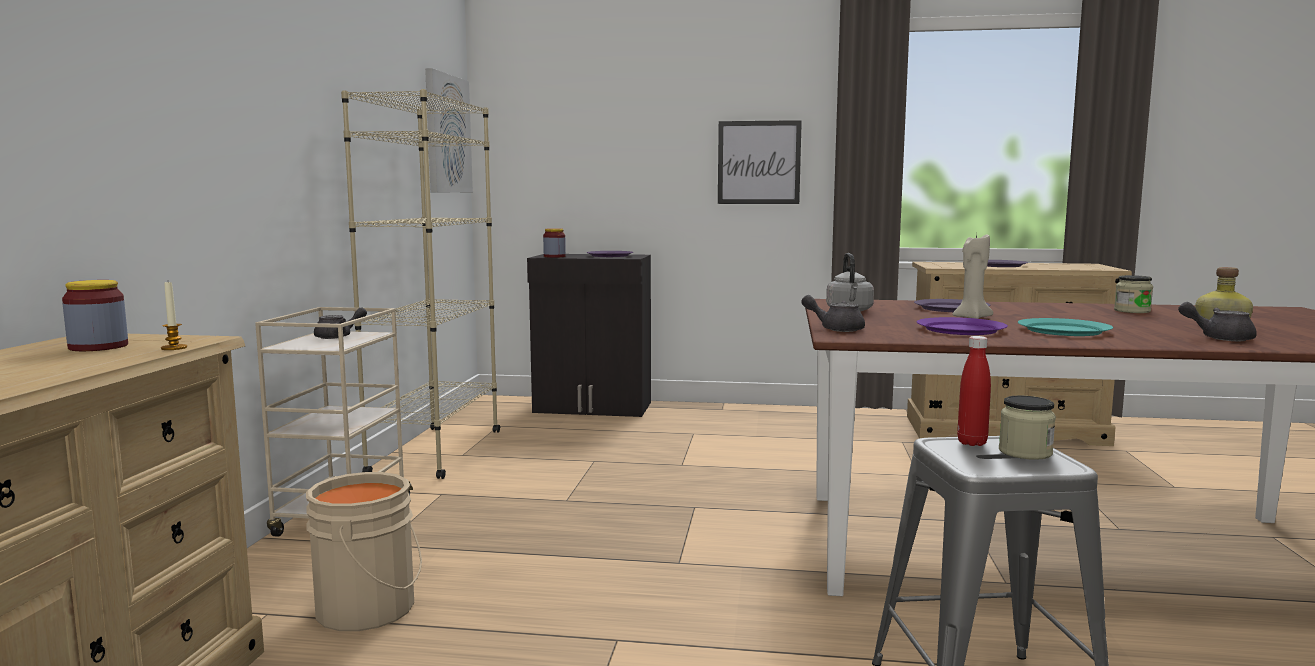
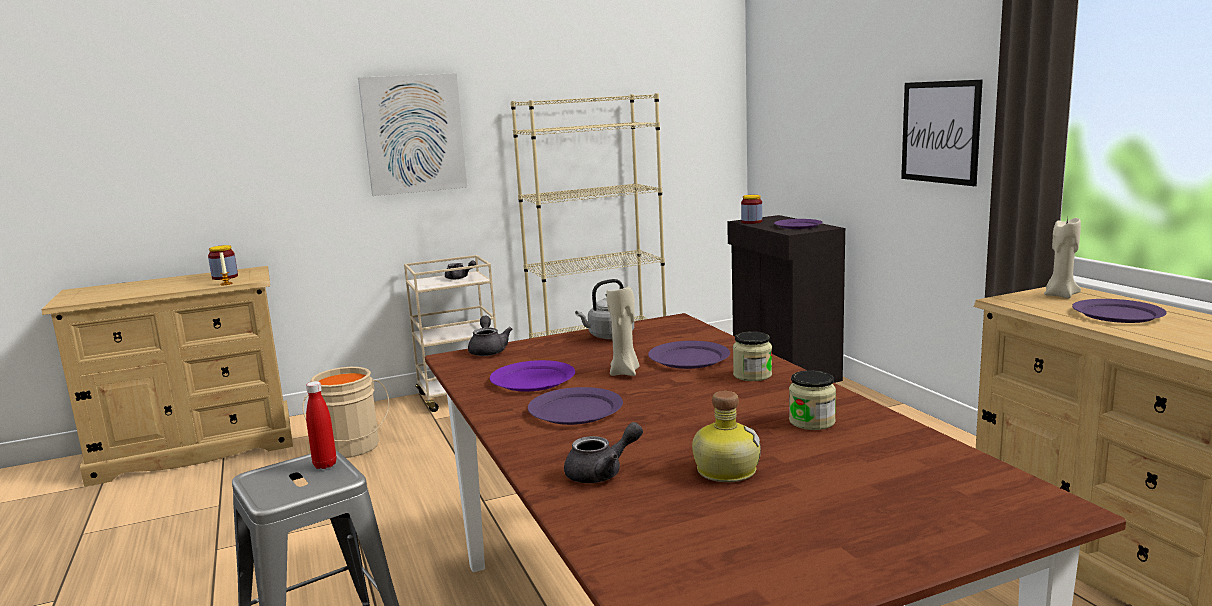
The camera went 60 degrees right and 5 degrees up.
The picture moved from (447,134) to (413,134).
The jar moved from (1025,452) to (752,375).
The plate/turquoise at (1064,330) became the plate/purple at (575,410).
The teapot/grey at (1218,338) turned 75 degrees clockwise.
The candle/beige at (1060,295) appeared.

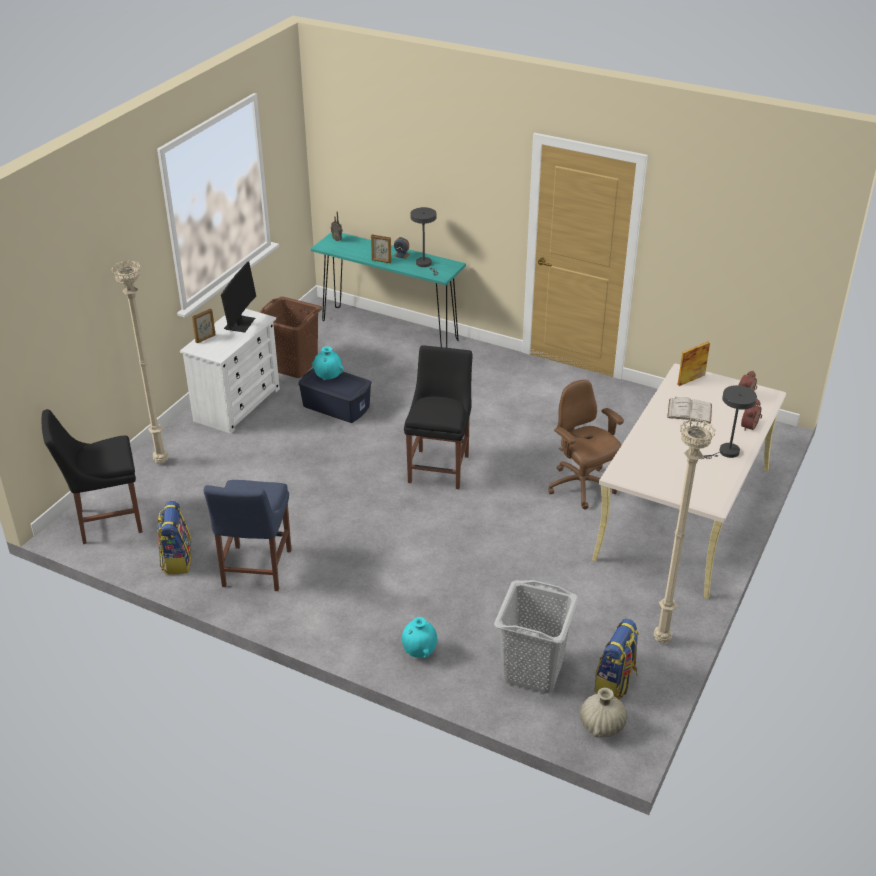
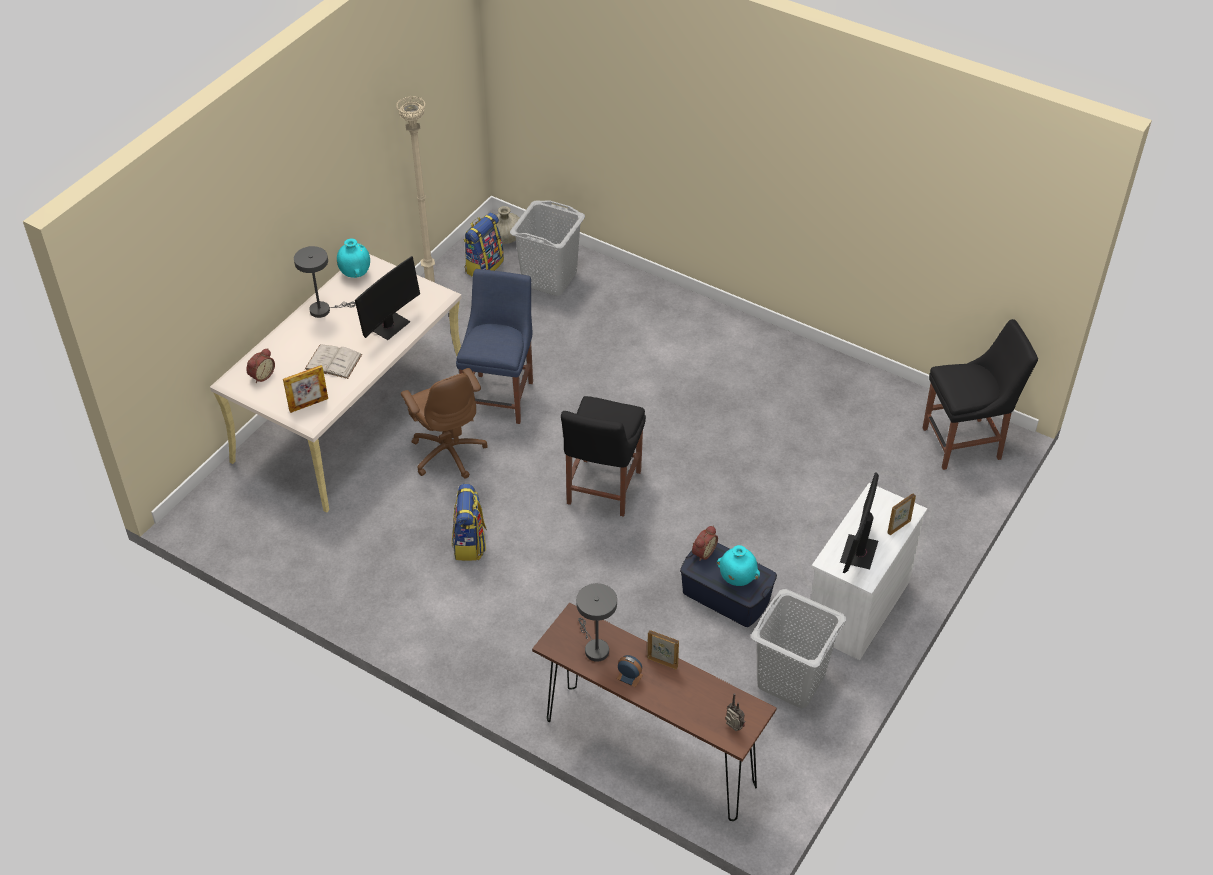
The camera went 175 degrees left and 10 degrees up.
The floor lamp/beige at (161,462) disappeared.
The backpack moved from (176,560) to (470,544).
The chair/blue moved from (255,571) to (500,395).
The laundry basket/brown at (293,365) became the laundry basket/grey at (791,680).
The console table/turquoise at (389,330) became the console table/brown at (649,753).
The vase/turquoise moved from (419,652) to (355,274).
The alarm clock moved from (750,427) to (702,552).
The monitor at (389,326) appeared.

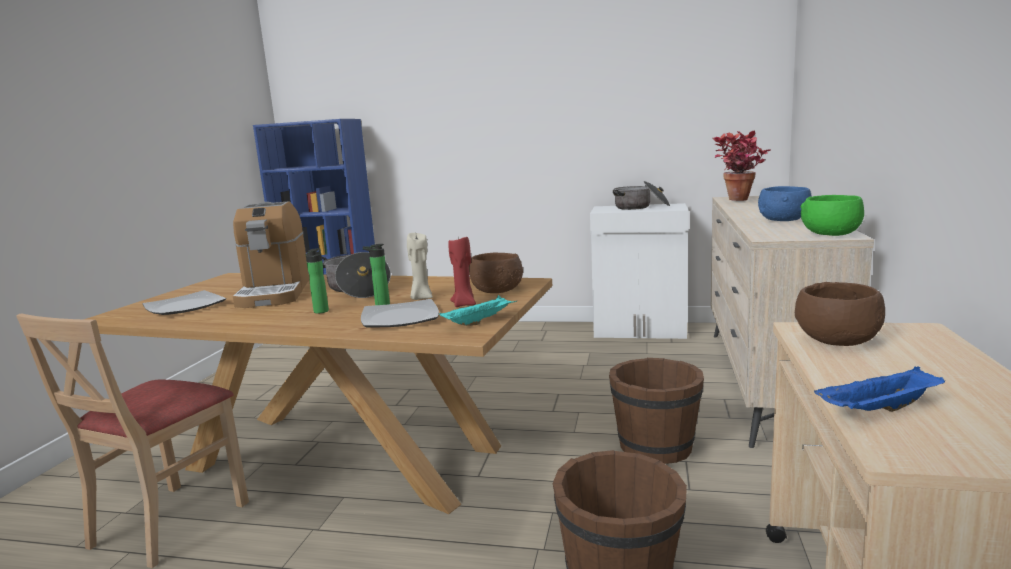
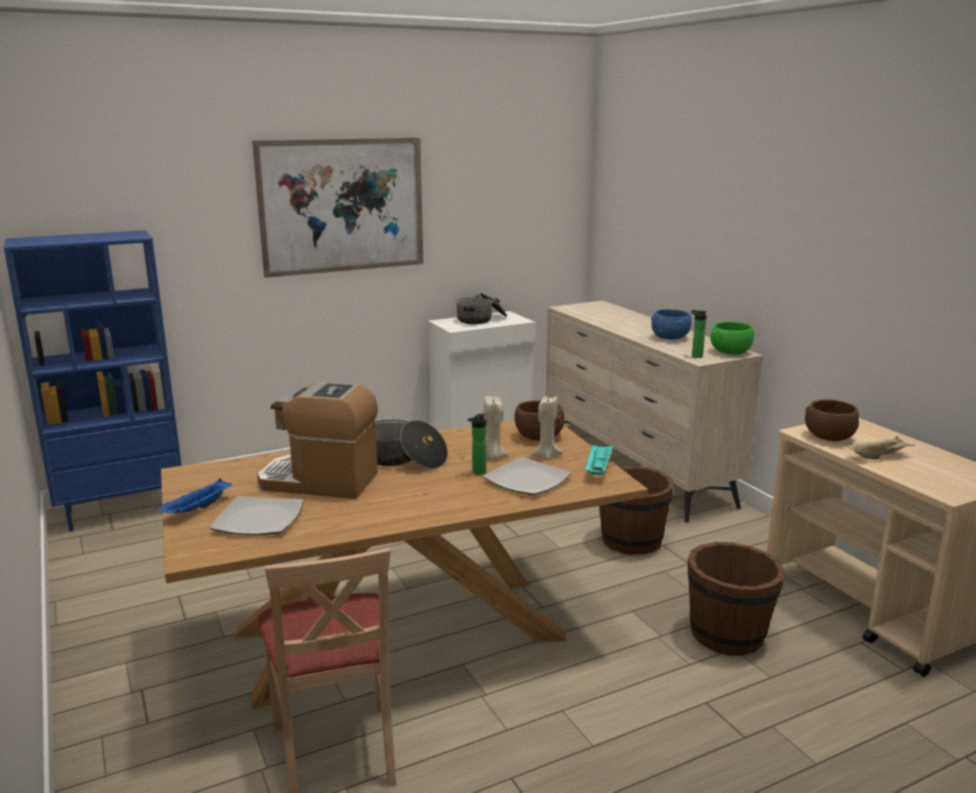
The camera went 40 degrees left and 5 degrees up.
The coffee machine at (274,293) turned 150 degrees clockwise.
The bottle moved from (321,310) to (695,356).
The candle/red at (464,304) became the candle/beige at (546,456).
The potted plant at (738,201) disappeared.
The tray/blue moved from (878,410) to (197,509).
The picture at (342,206) appeared.
The tray/beige at (878,456) appeared.

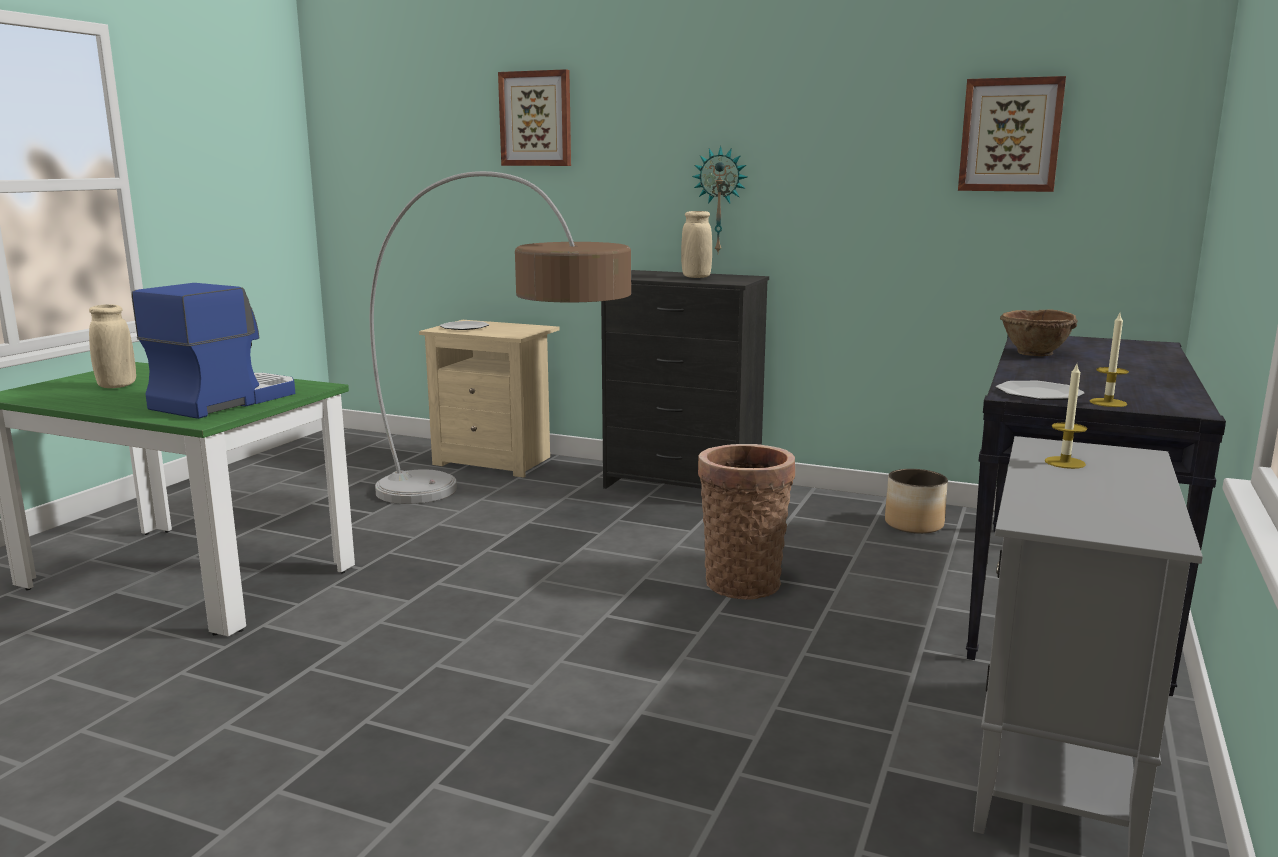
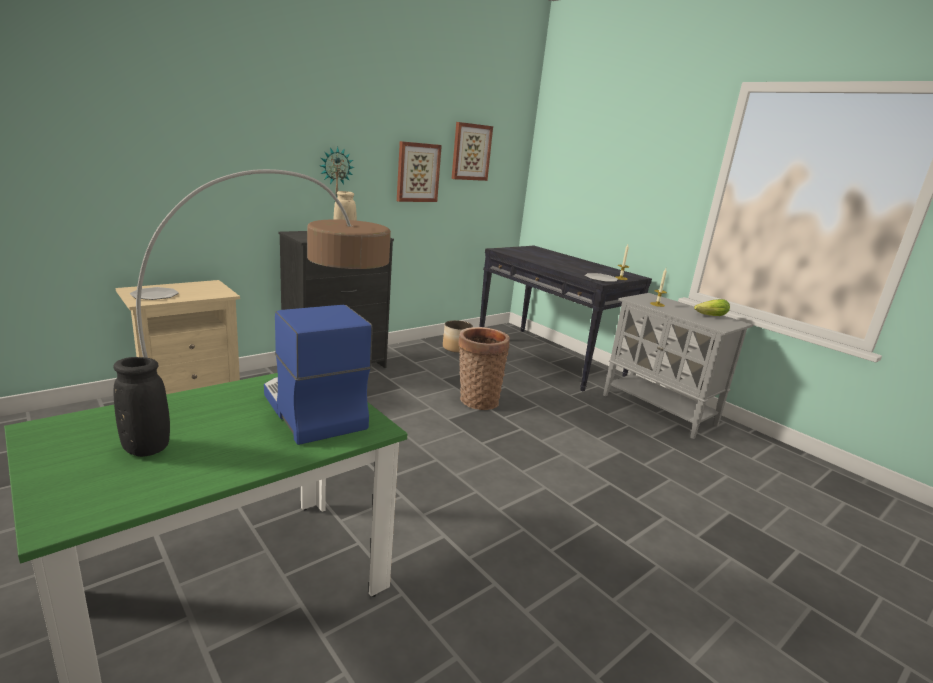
The camera went 65 degrees left and 5 degrees up.
The vase/beige at (117,386) became the vase/black at (146,448).
The picture moved from (536,119) to (417,172).
The bowl/brown at (1035,353) disappeared.
The lettuce at (709,316) appeared.

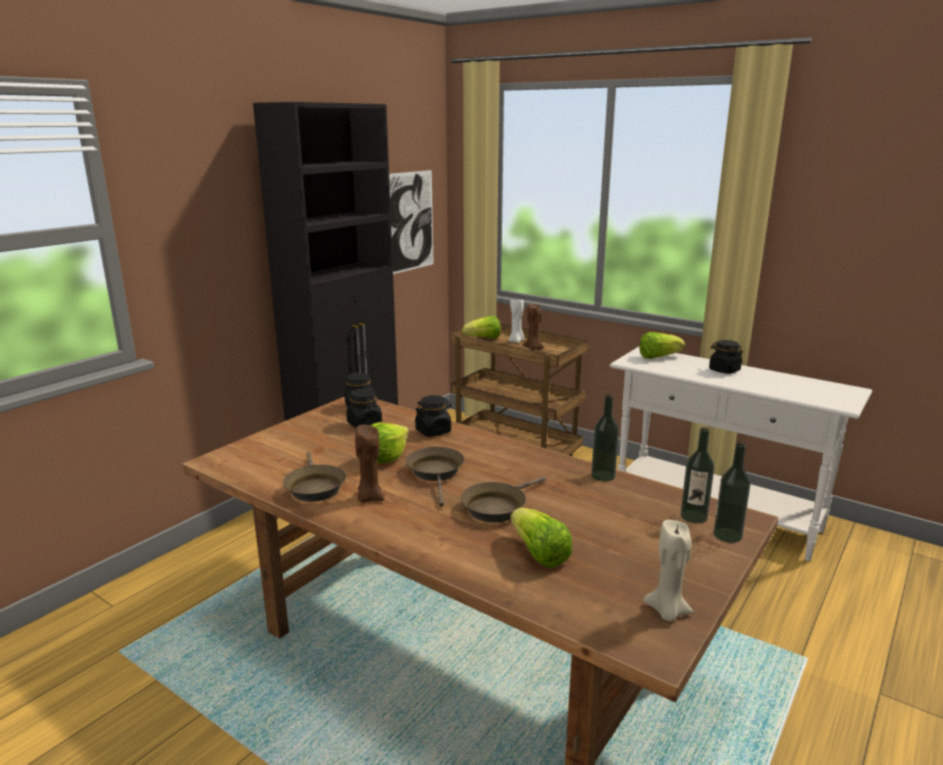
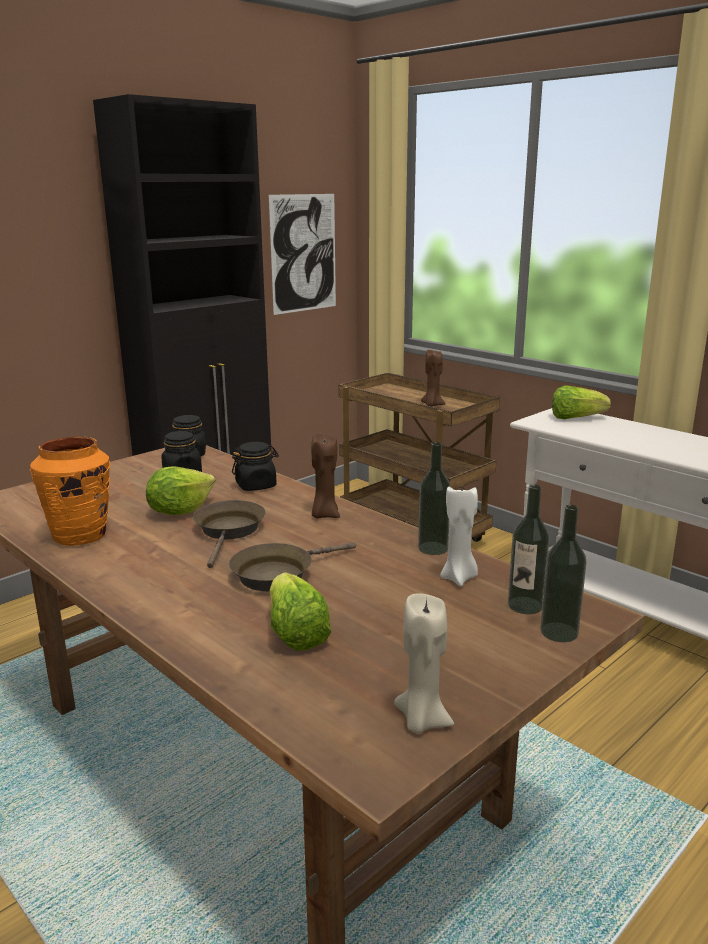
The camera went 10 degrees right and 0 degrees up.
The frying pan/brown at (314,487) was replaced by the vase/orange at (80,536).
The candle/brown moved from (369,498) to (324,515).
The lettuce at (483,339) disappeared.
The candle/white moved from (516,341) to (459,578).
The jar/black at (724,370) disappeared.

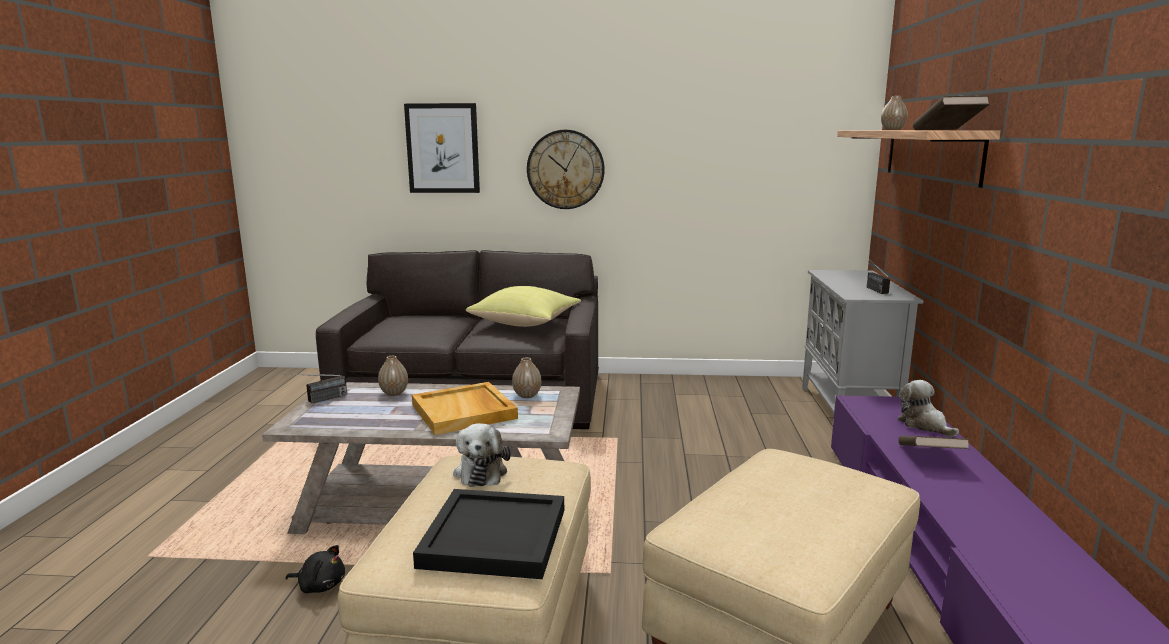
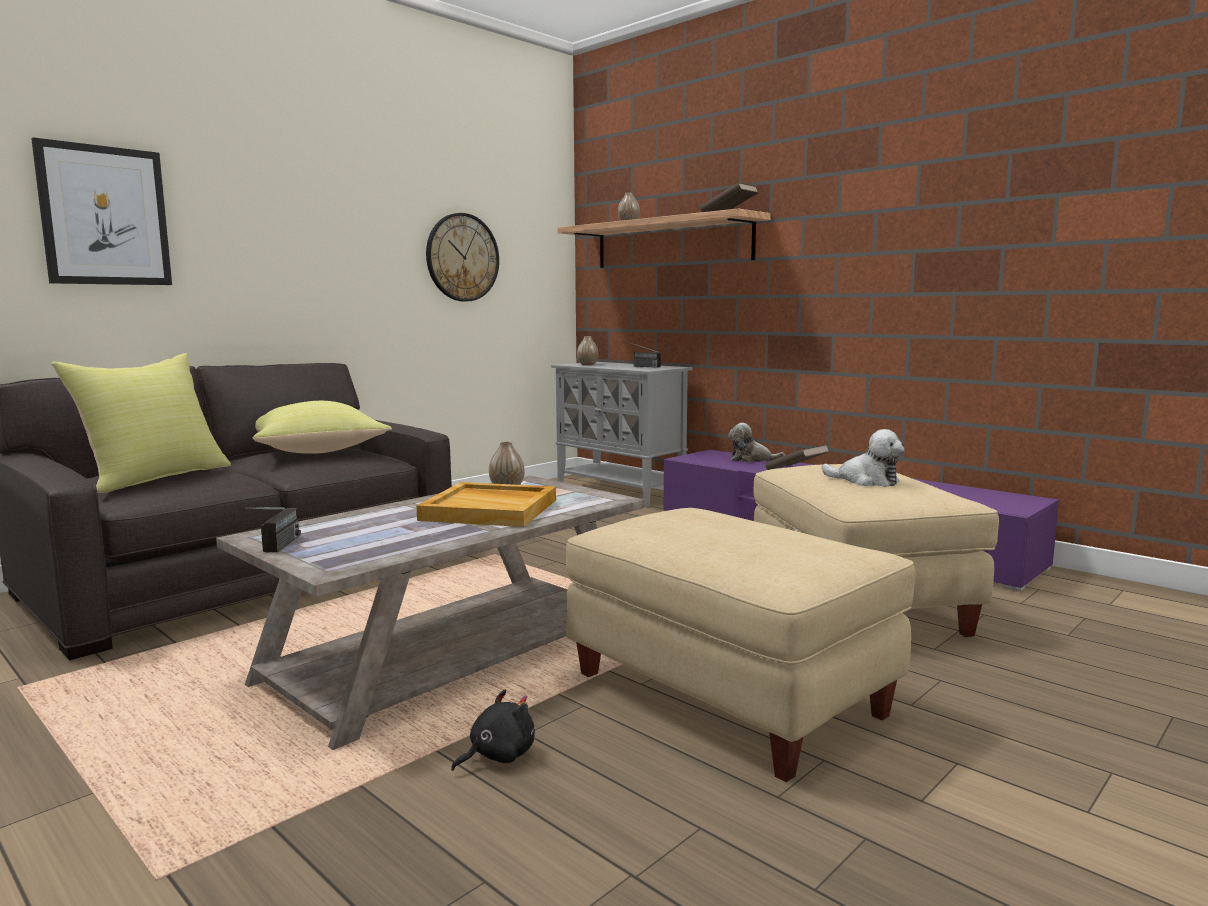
The camera went 50 degrees left and 5 degrees down.
The vase moved from (394,393) to (587,365).
The tray/black at (493,538) disappeared.
The plush toy moved from (481,471) to (866,481).
The wall clock moved from (565,169) to (462,257).
The pillow/yellow at (155,477) appeared.

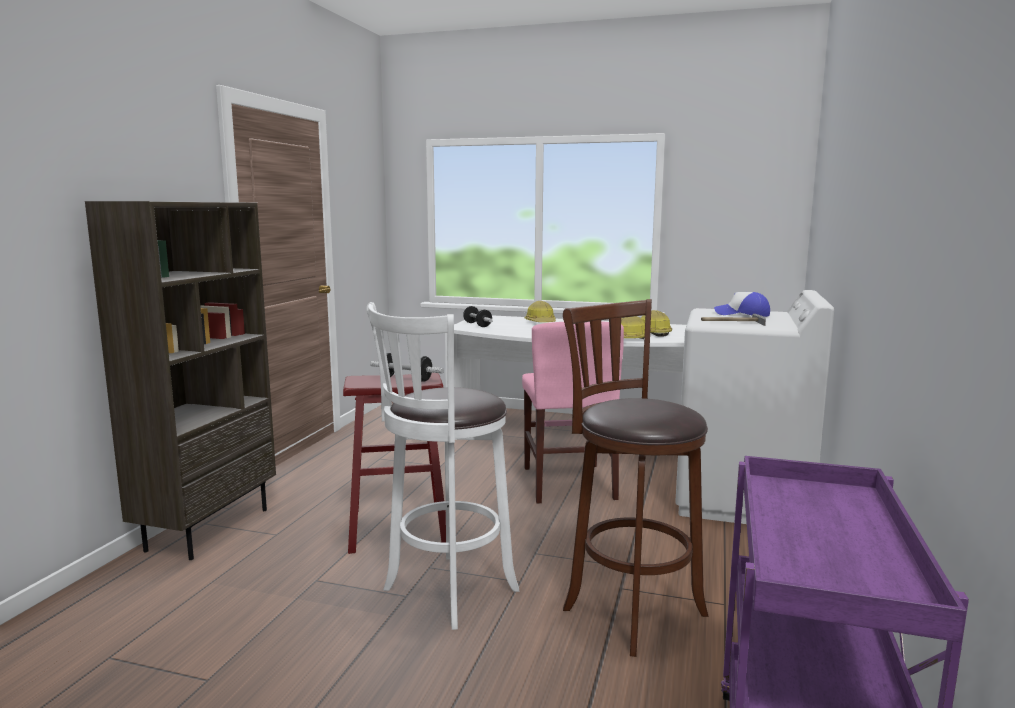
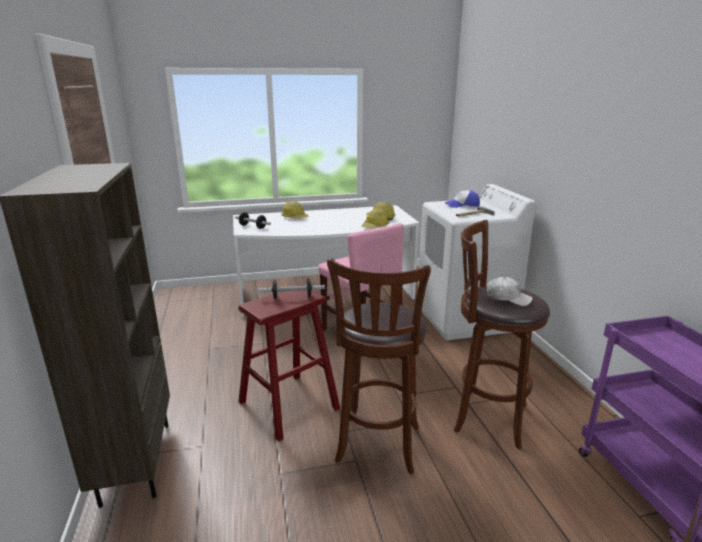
The camera went 30 degrees left and 10 degrees up.
The stool/white at (445,592) became the stool/brown at (377,447).
The cap/white at (507,298) appeared.

